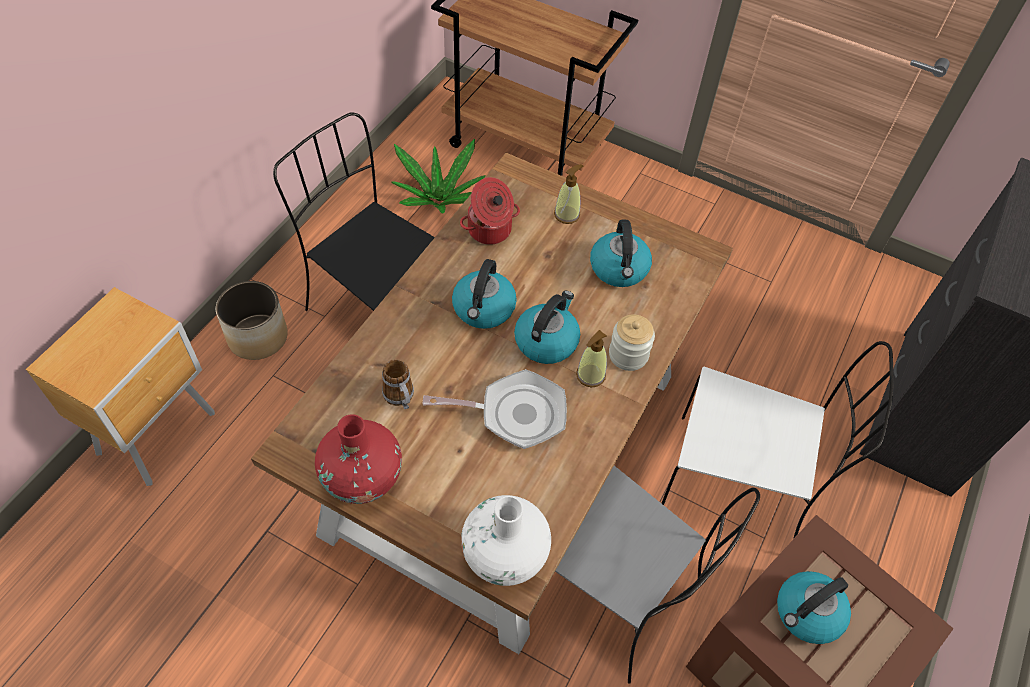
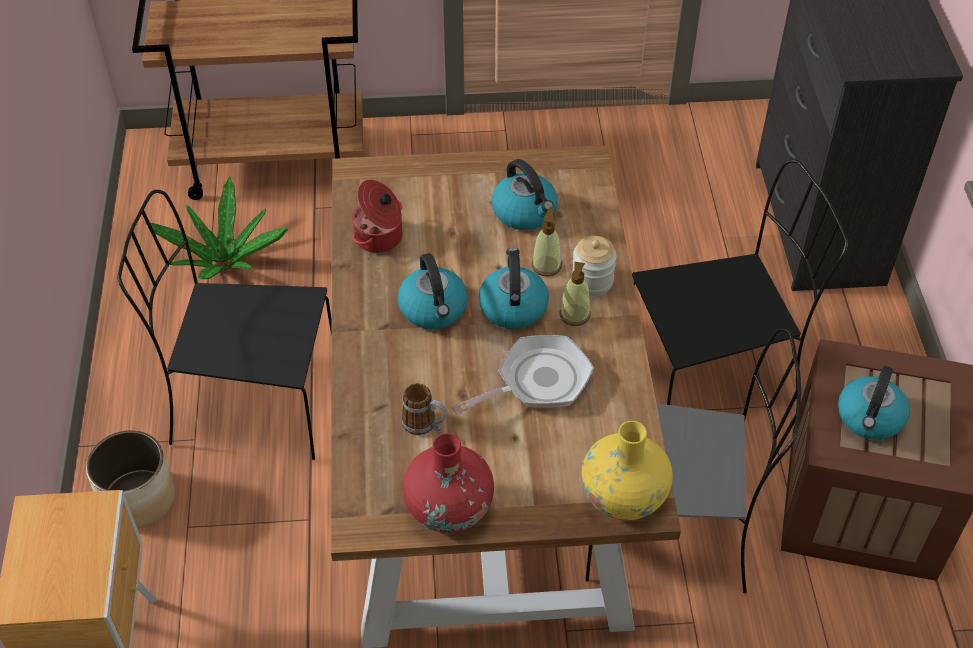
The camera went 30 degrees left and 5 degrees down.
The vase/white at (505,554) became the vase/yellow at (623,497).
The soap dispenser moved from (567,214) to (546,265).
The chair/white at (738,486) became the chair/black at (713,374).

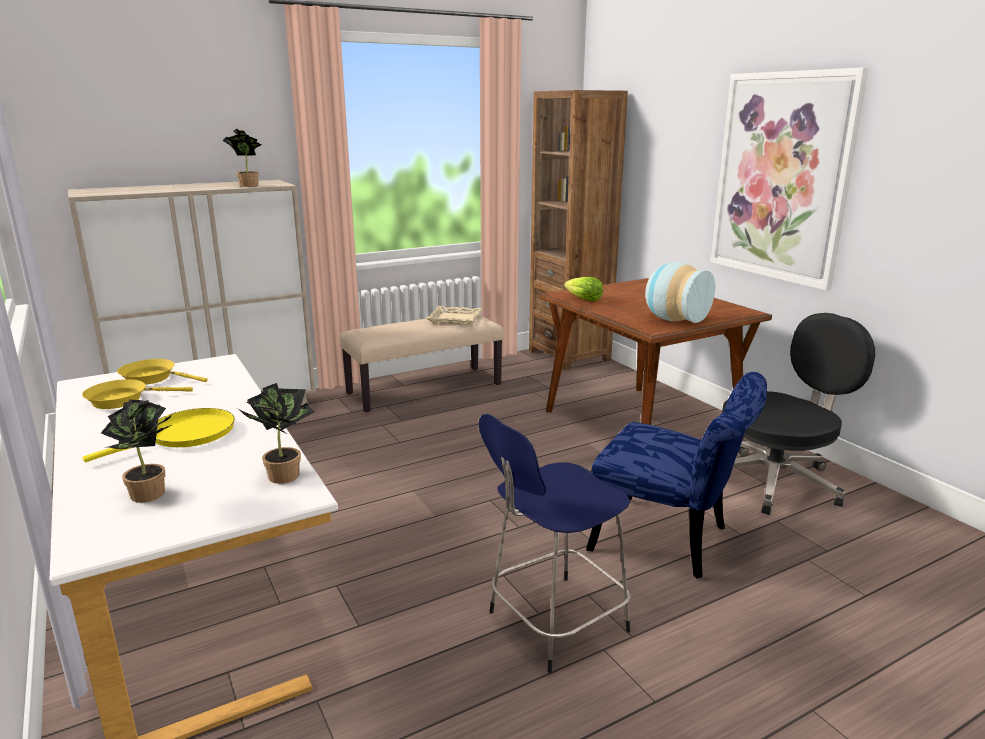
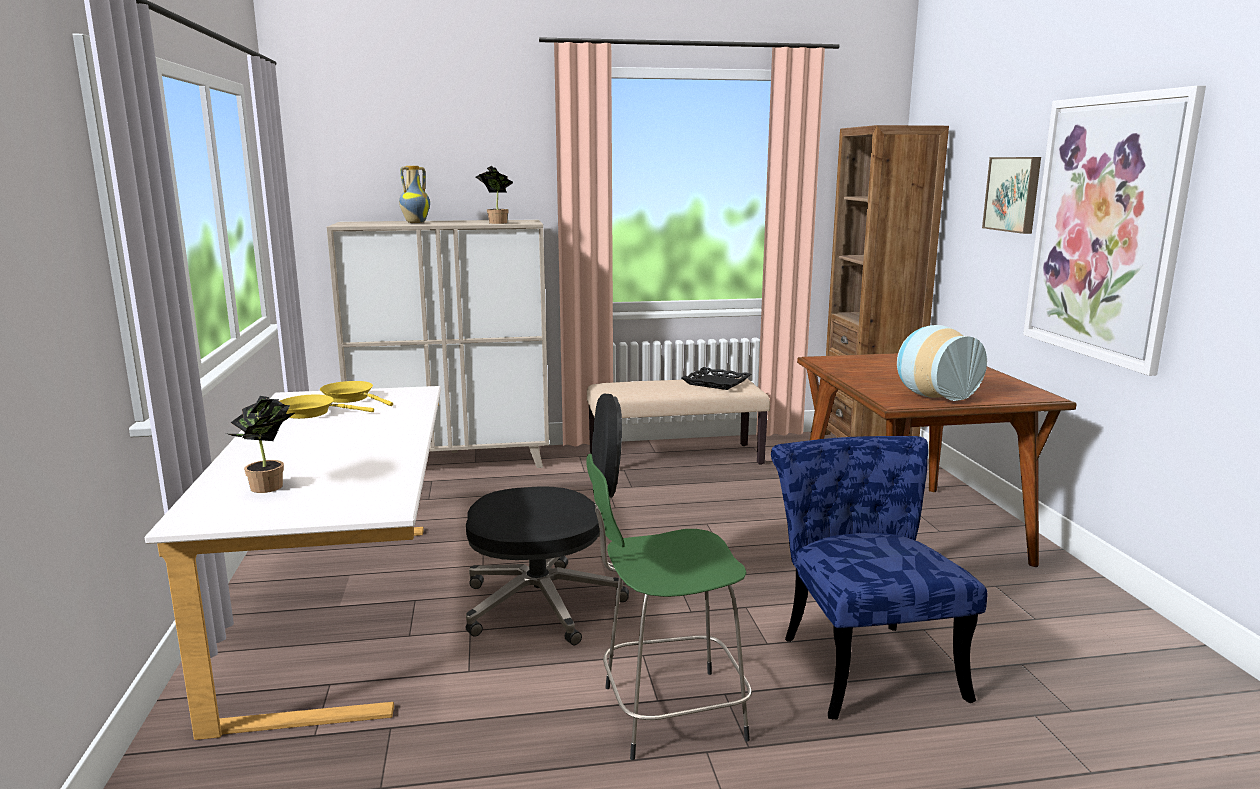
The camera went 20 degrees right and 5 degrees down.
The frying pan/yellow at (186,435) disappeared.
The potted plant at (283,473) disappeared.
The tray/beige at (455,319) became the tray/black at (716,382).
The stool/blue at (553,623) became the stool/green at (667,713).
The lettuce at (583,299) disappeared.
The chair/blue at (671,541) turned 150 degrees counterclockwise.
The office chair/black moved from (776,482) to (546,604).
The vase at (415,222) appeared.
The picture at (1014,194) appeared.

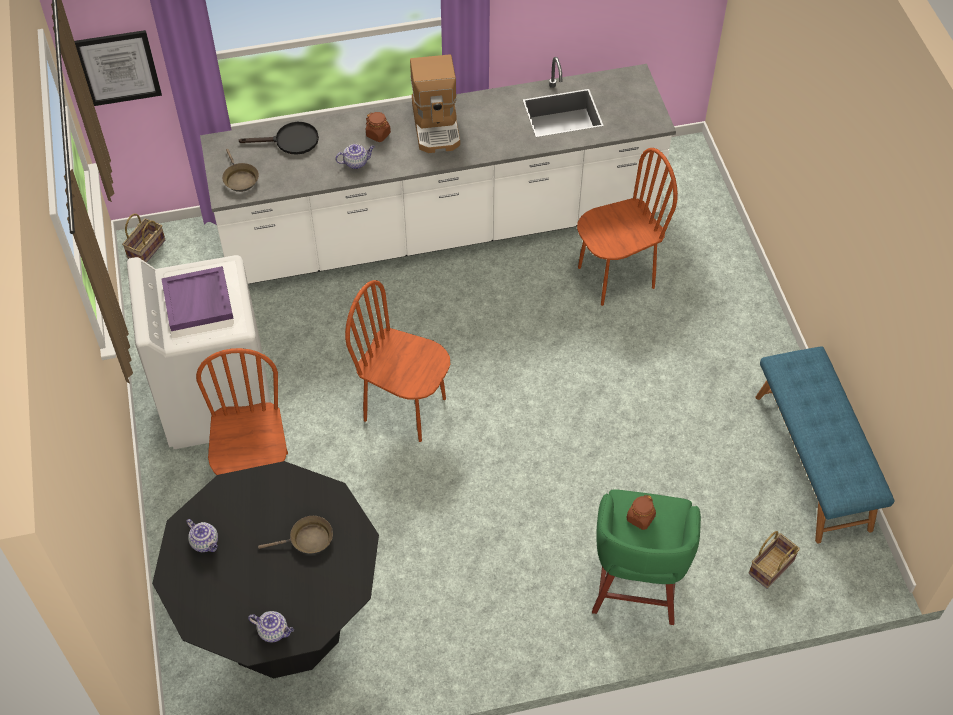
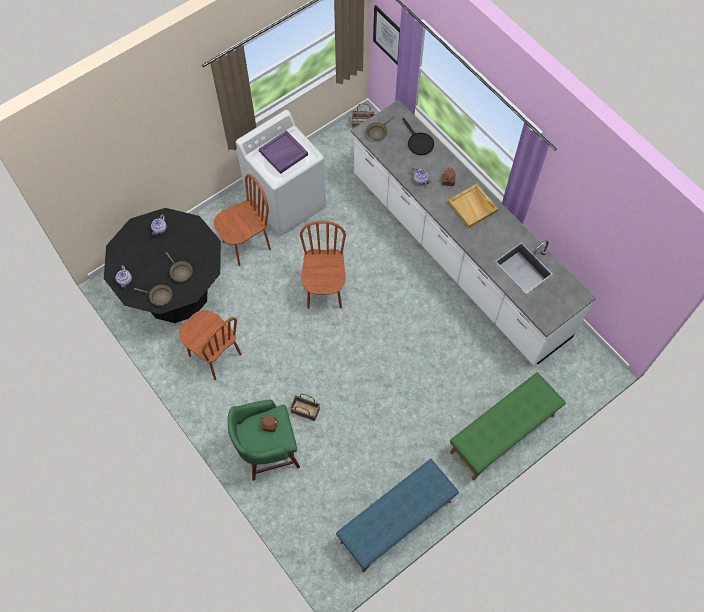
The camera went 65 degrees right and 10 degrees up.
The coffee machine at (437,125) was replaced by the tray/beige at (473,207).
The chair/brown moved from (615,277) to (214,355).
The basket moved from (771,568) to (304,411).
The frying pan/brown at (159,296) appeared.
The bench/green at (502,434) appeared.

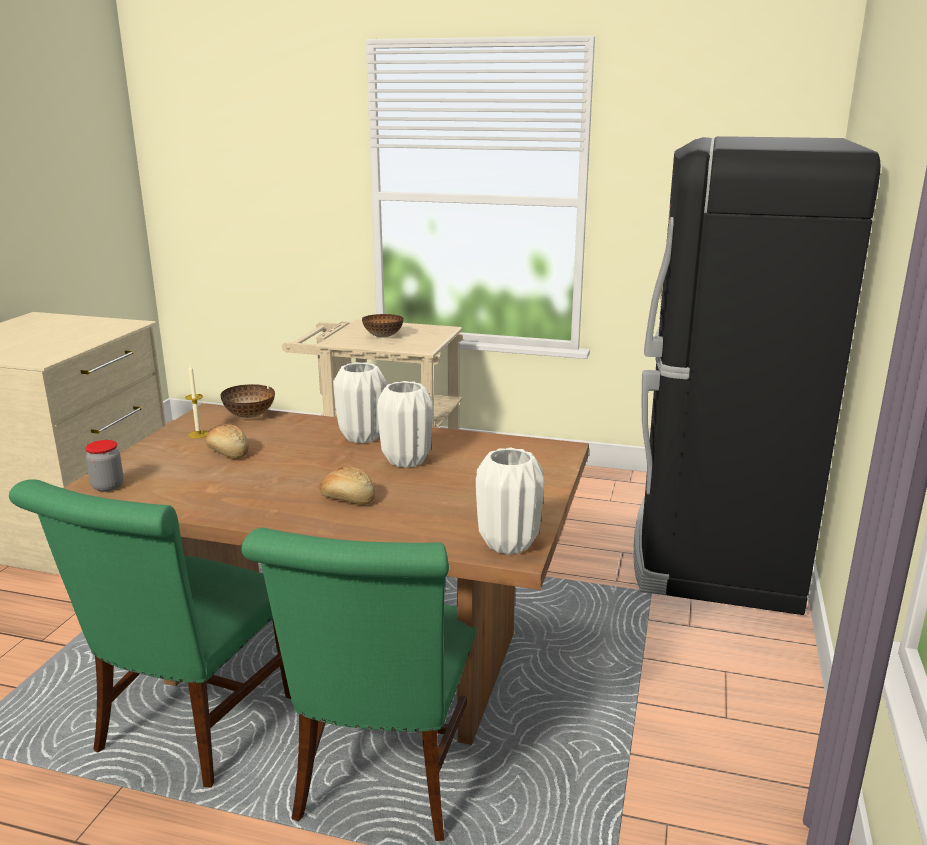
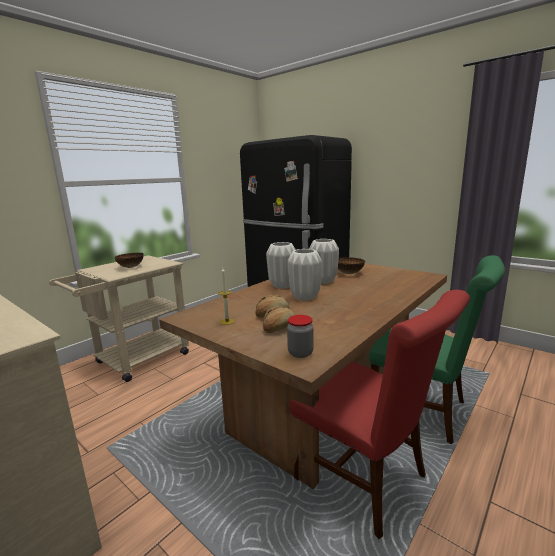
The camera went 65 degrees left and 5 degrees down.
The chair/green at (189,731) became the chair/red at (368,481).
The bowl moved from (250,416) to (349,273).
The bread moved from (348,499) to (279,328).
The vase/white moved from (507,544) to (304,297).

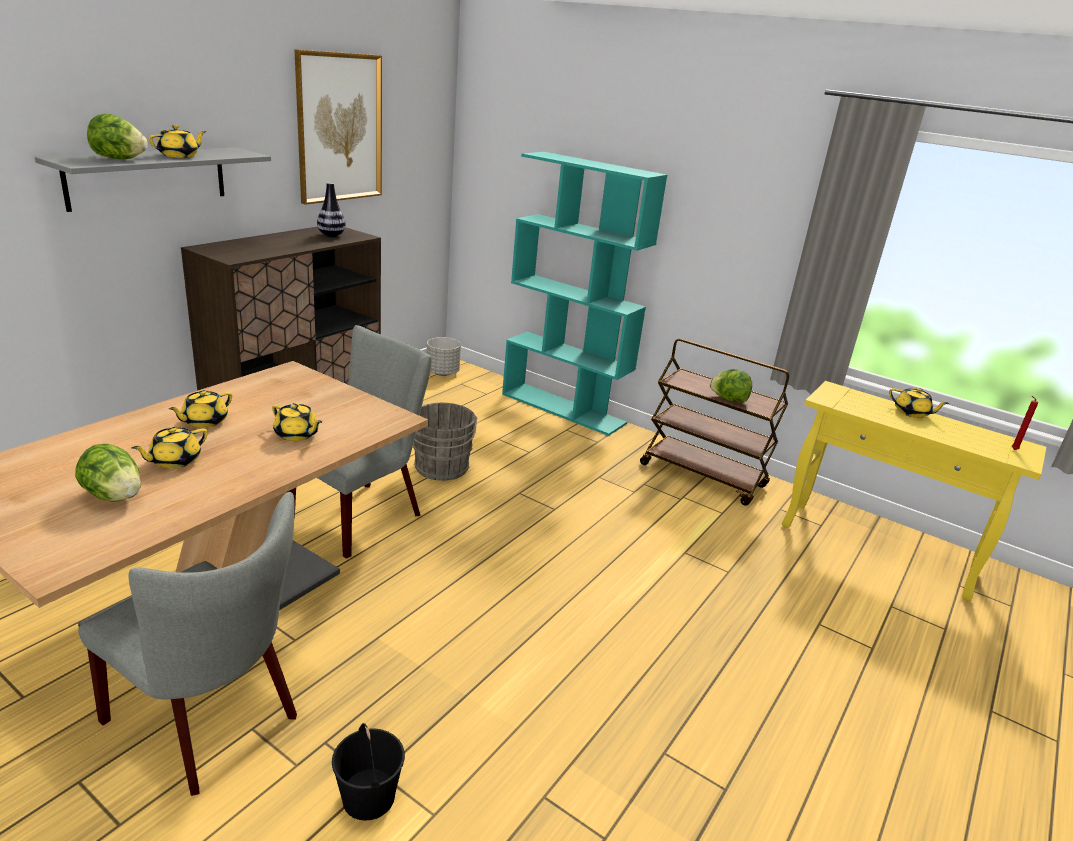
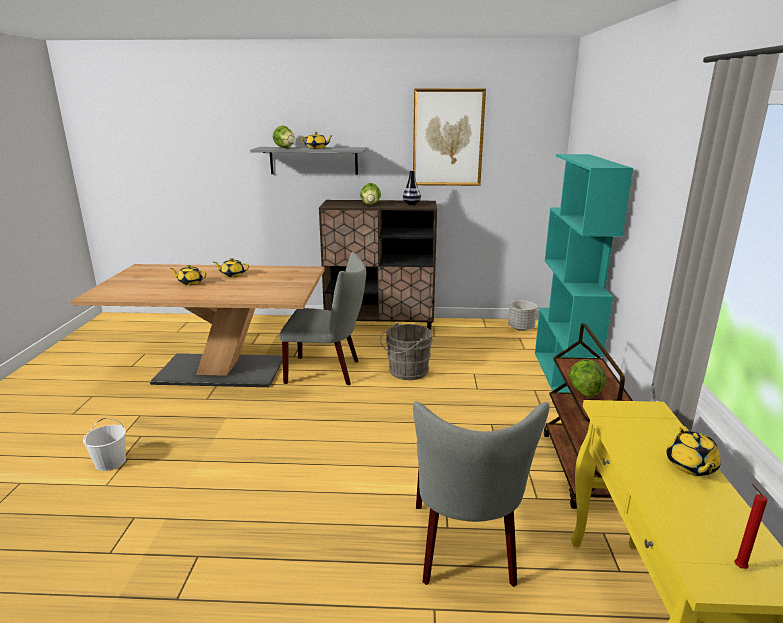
The camera went 60 degrees right and 5 degrees down.
The lettuce moved from (114,496) to (370,205).
The chair/grey moved from (211,722) to (465,549).
The teapot/yellow at (297,435) disappeared.
The bucket/black at (368,796) became the bucket/white at (111,461).

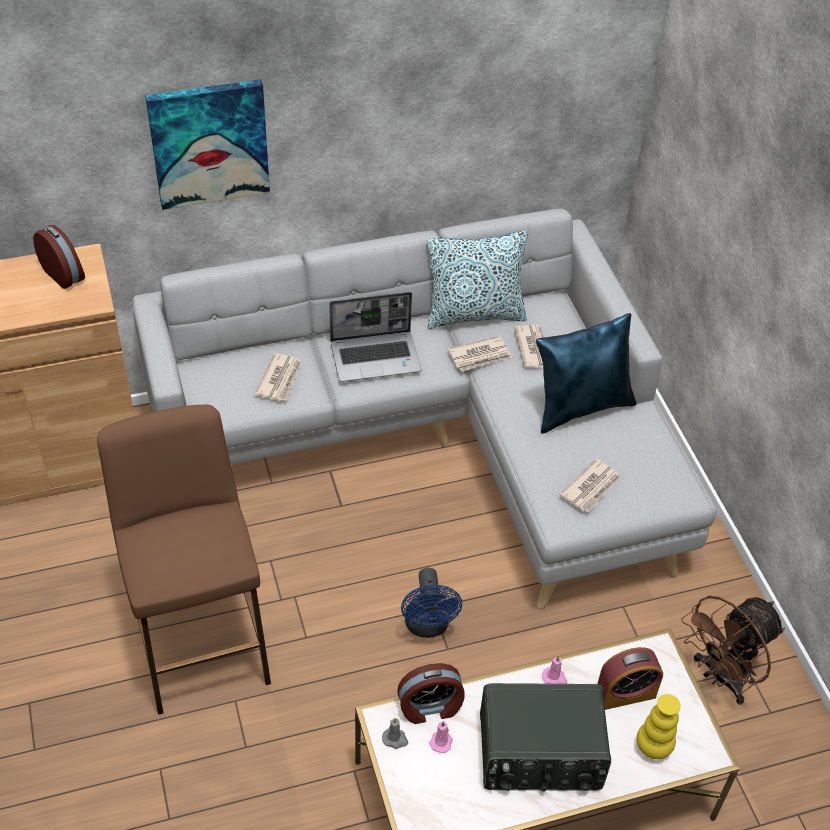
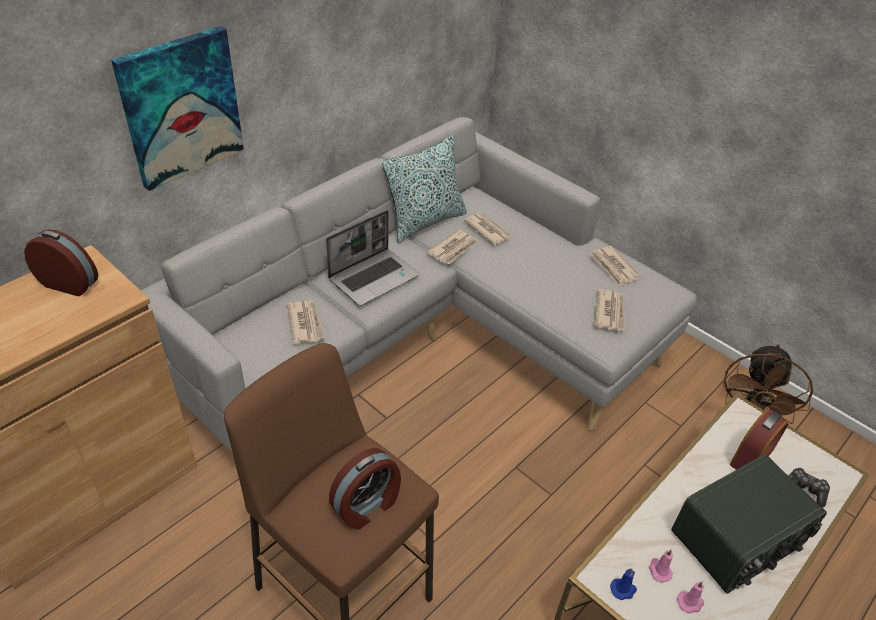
The camera went 30 degrees left and 5 degrees down.
The candle/grey at (395,739) became the candle/blue at (623,589).
The alarm clock moved from (430,708) to (367,505).
The fan/blue at (428,626) disappeared.
The pillow/blue at (581,406) disappeared.
The candle/pink moved from (554,678) to (690,602).
The vase/yellow at (653,747) was replaced by the game controller at (805,489).
The newspaper at (613,268) appeared.

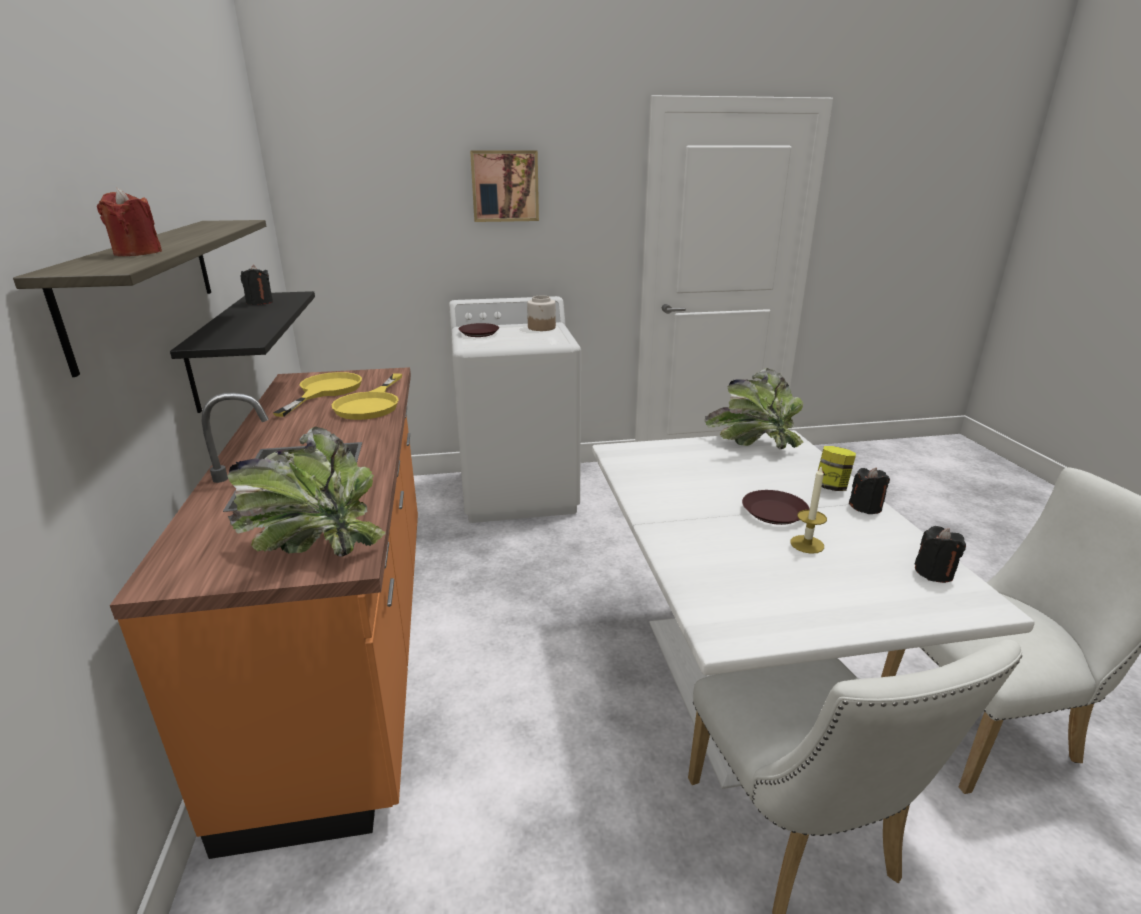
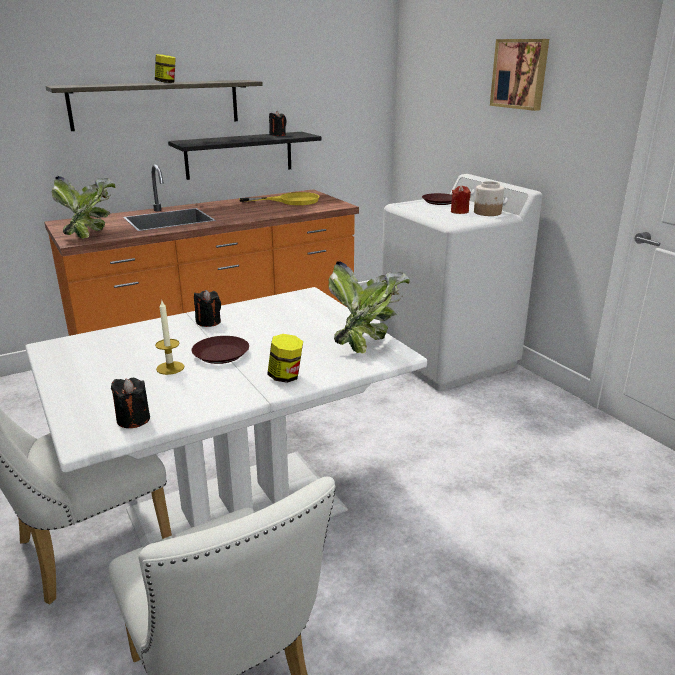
The camera went 70 degrees right and 0 degrees up.
The candle/red moved from (137,253) to (459,212).
The frying pan/yellow at (371,404) disappeared.
The candle/black moved from (865,507) to (208,322).
The jar at (166,82) appeared.

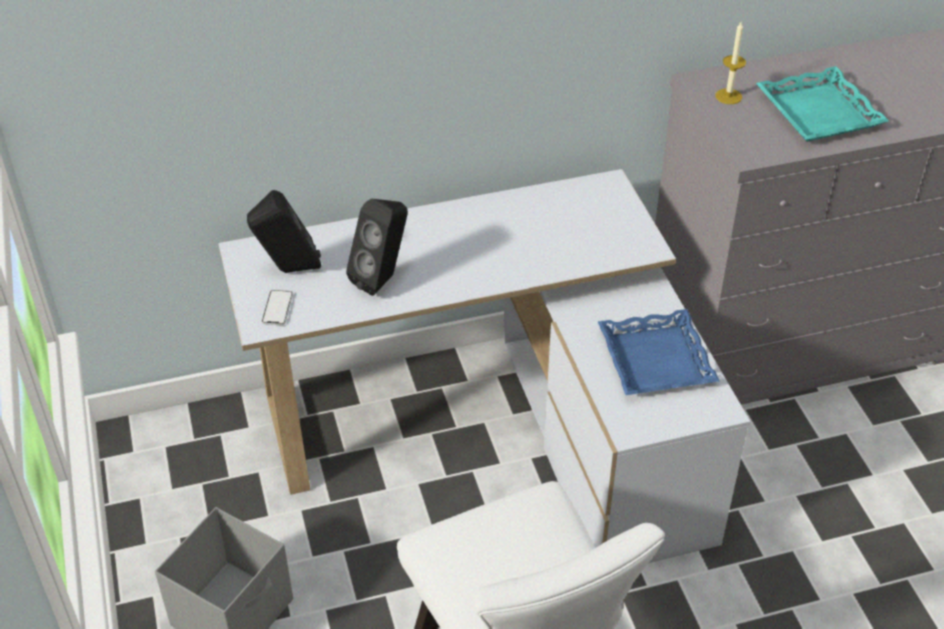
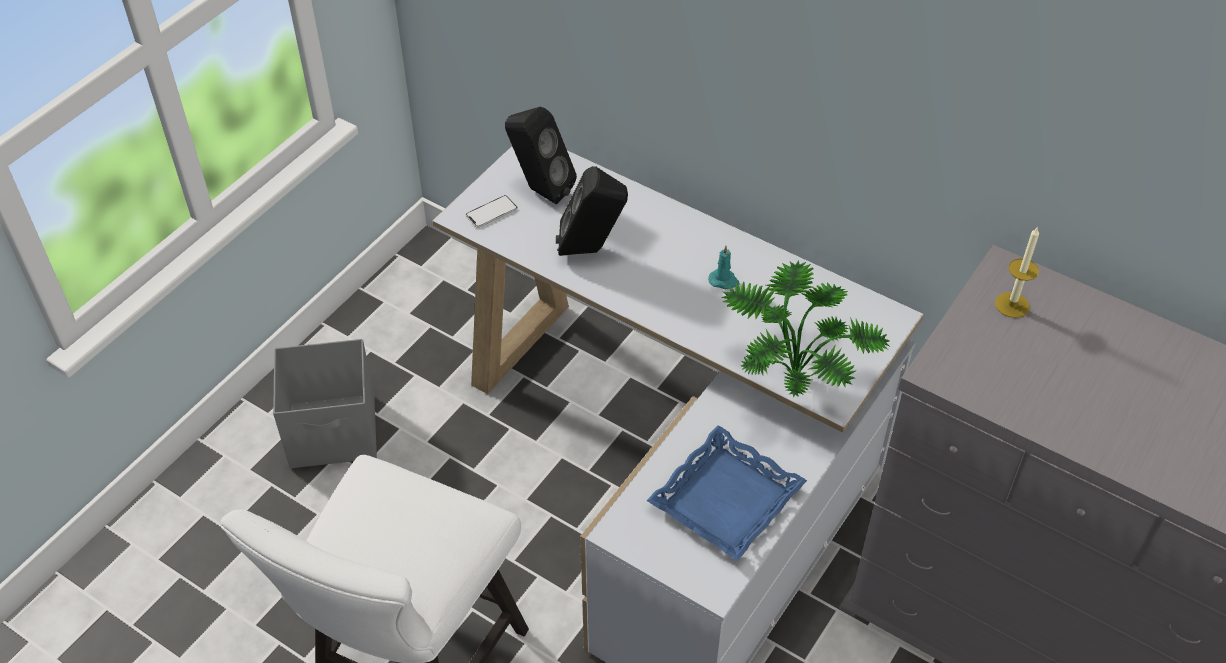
The camera went 50 degrees right and 5 degrees up.
The tray/turquoise at (817,113) disappeared.
The candle/turquoise at (724,281) appeared.
The potted plant at (795,368) appeared.

